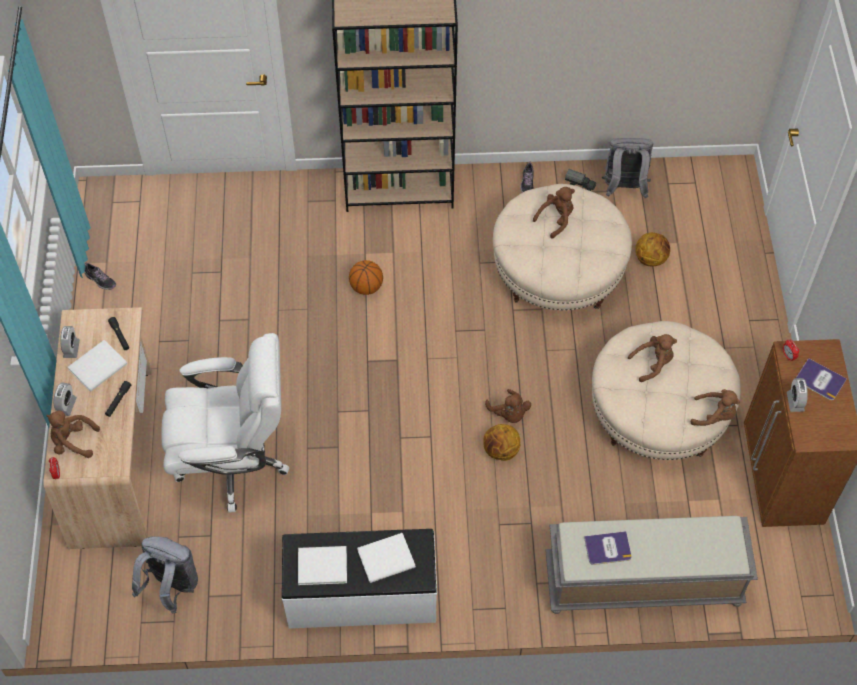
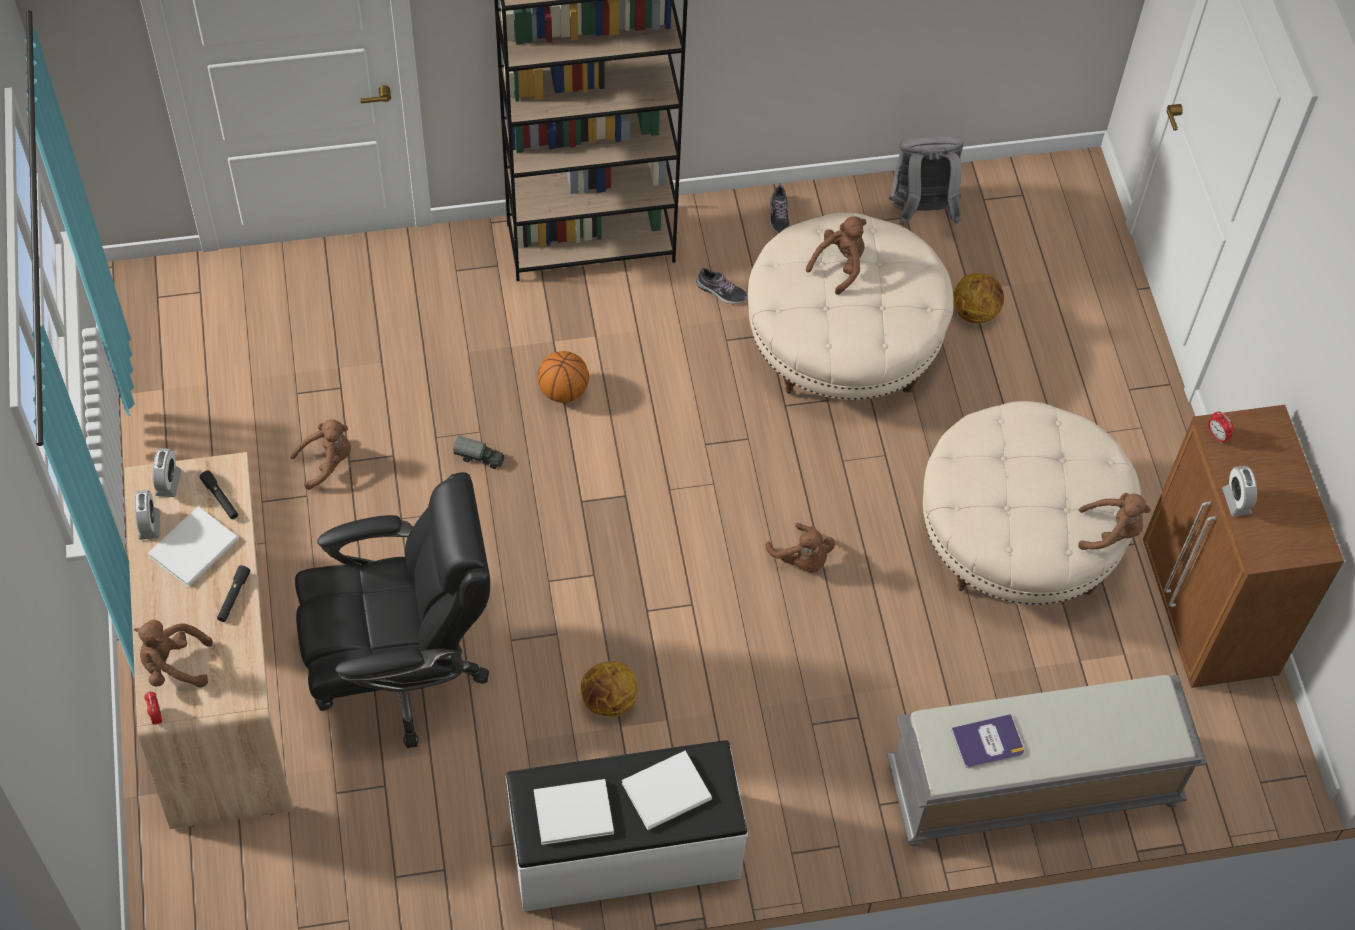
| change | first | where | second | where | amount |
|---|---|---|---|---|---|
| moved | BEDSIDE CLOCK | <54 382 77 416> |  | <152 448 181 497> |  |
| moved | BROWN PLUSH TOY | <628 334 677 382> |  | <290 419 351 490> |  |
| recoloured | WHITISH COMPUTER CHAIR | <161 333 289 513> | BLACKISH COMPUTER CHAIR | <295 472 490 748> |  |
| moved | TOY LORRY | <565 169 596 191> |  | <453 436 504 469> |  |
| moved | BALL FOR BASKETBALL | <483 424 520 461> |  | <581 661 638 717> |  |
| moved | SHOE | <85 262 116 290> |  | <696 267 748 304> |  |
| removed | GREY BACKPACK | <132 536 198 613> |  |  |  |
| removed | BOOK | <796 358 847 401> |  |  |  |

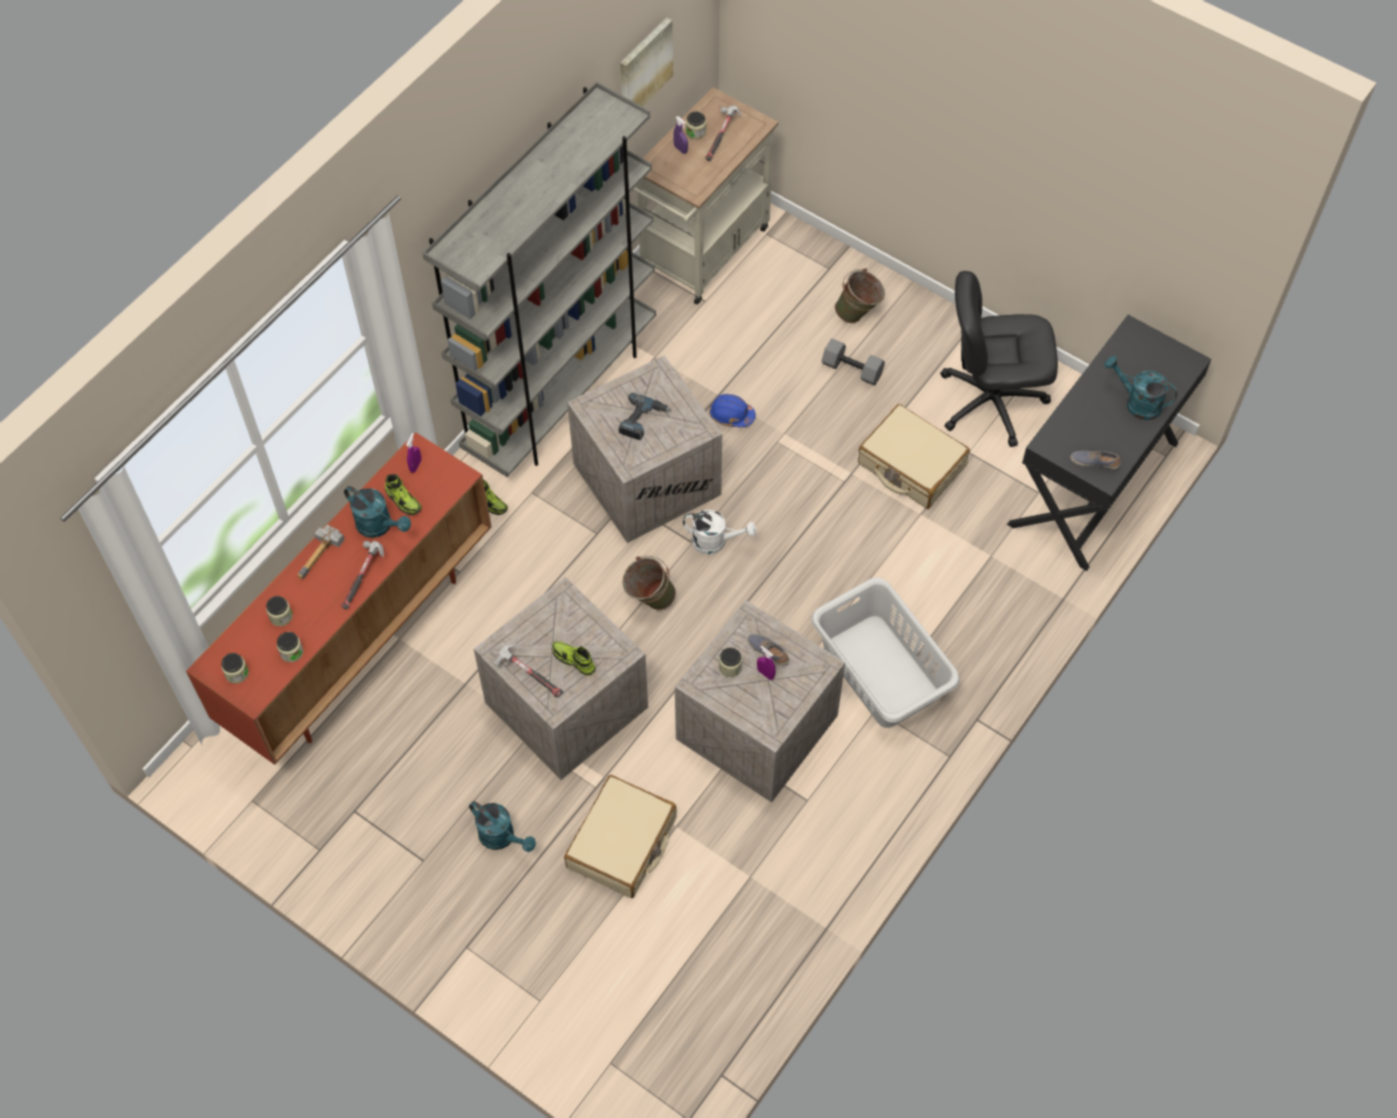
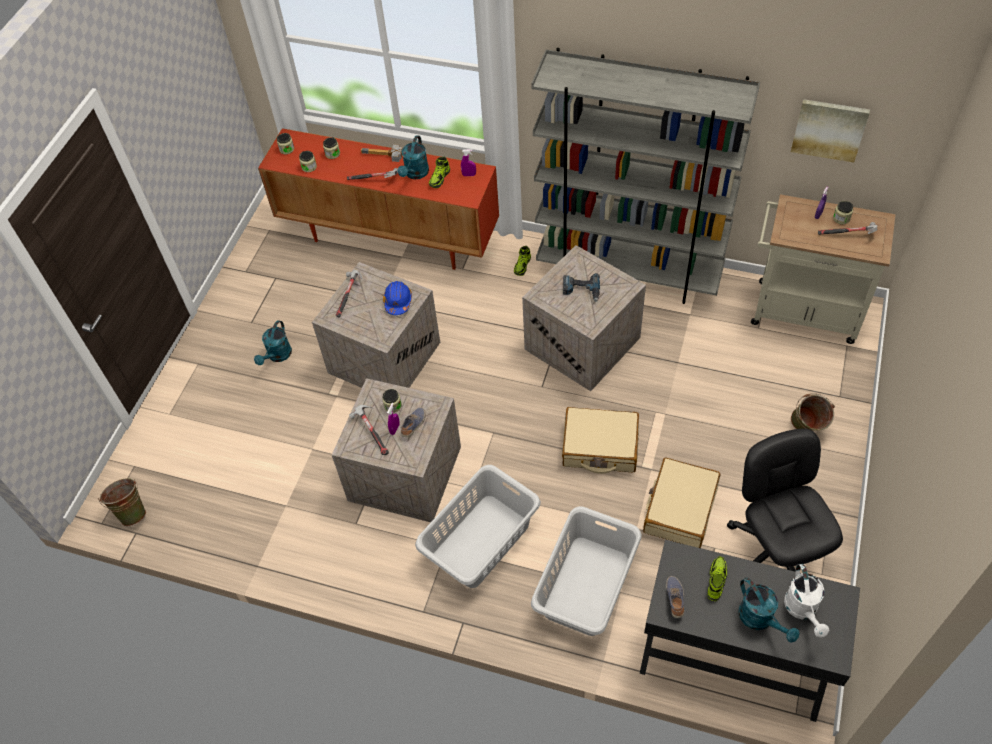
| change | first | where | second | where | amount |
|---|---|---|---|---|---|
| moved | GREEN WATER BUCKET | <622 556 676 610> |  | <98 478 146 526> |  |
| added |  |  | HAMMER | <349 405 389 455> |  |
| moved | BLUE-COLOURED WORK HELMET | <709 394 755 427> |  | <383 281 412 315> |  |
| added |  |  | GREY LAUNDRY BASKET | <531 506 642 636> |  |
| moved | SAND-COLOURED SUITCASE | <564 775 677 898> |  | <562 407 639 474> |  |
| moved | SHOE | <552 641 596 676> |  | <707 556 727 601> |  |
| turned | TURQUOISE WATERING CAN | <1104 356 1178 420> |  | <739 578 799 642> | 135 degrees clockwise |
| moved | WHITISH WATERING CAN | <683 510 756 555> |  | <784 564 829 638> |  |
| removed | GREY HAND WEIGHT | <821 338 885 386> |  |  |  |

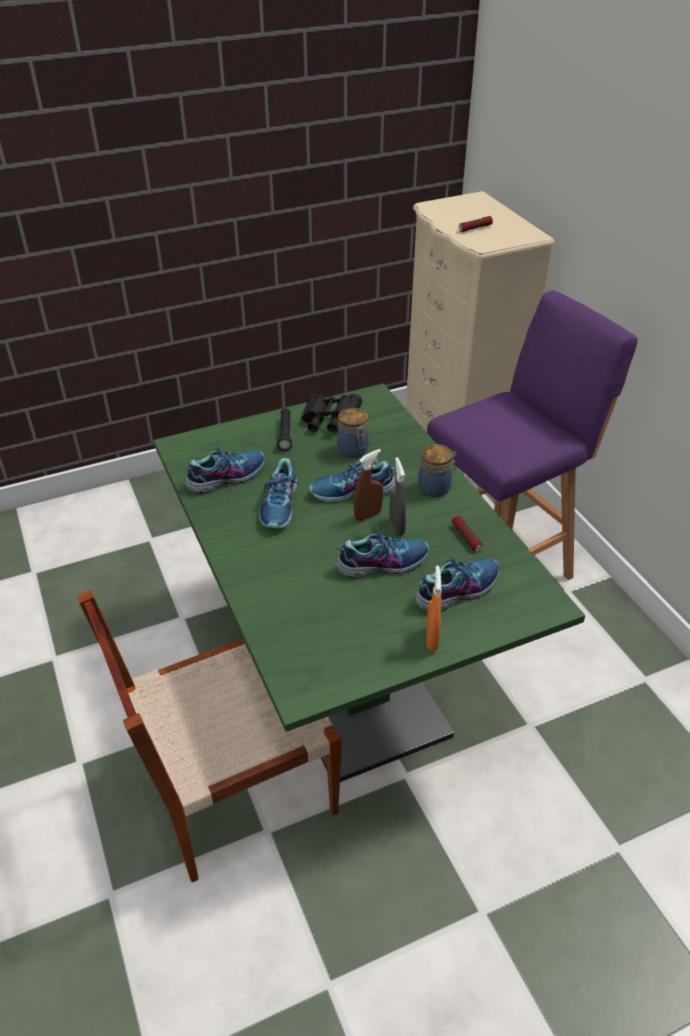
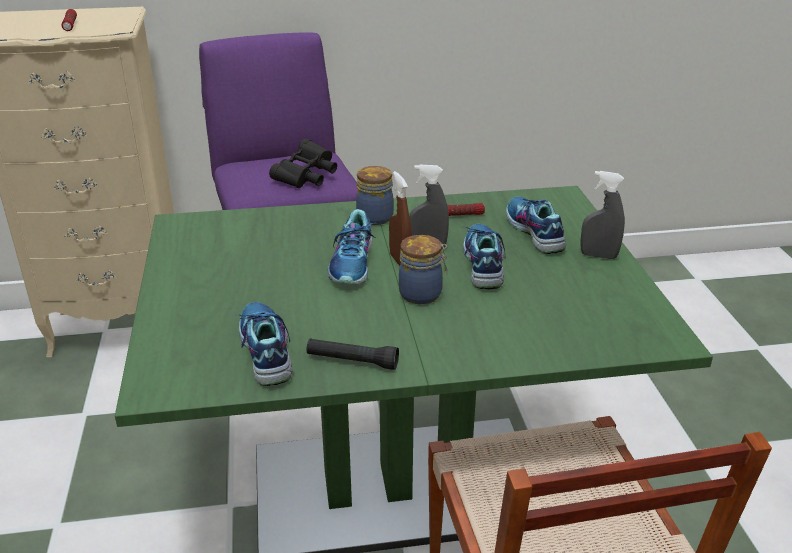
| change | first | where | second | where | amount |
|---|---|---|---|---|---|
| moved | BLACKISH FIELD GLASSES | <302 394 362 432> |  | <269 139 337 188> |  |
| moved | BLACKISH HAND TORCH | <277 408 292 451> |  | <307 338 399 370> |  |
| moved | PRESERVE JAR | <337 408 369 458> |  | <399 235 447 304> |  |
| recoloured | ORANGE-COLOURED HAND SPRAYER | <426 566 442 652> | GREY HAND SPRAYER | <580 171 625 259> |  |
| removed | SHOE | <259 458 299 529> |  |  |  |

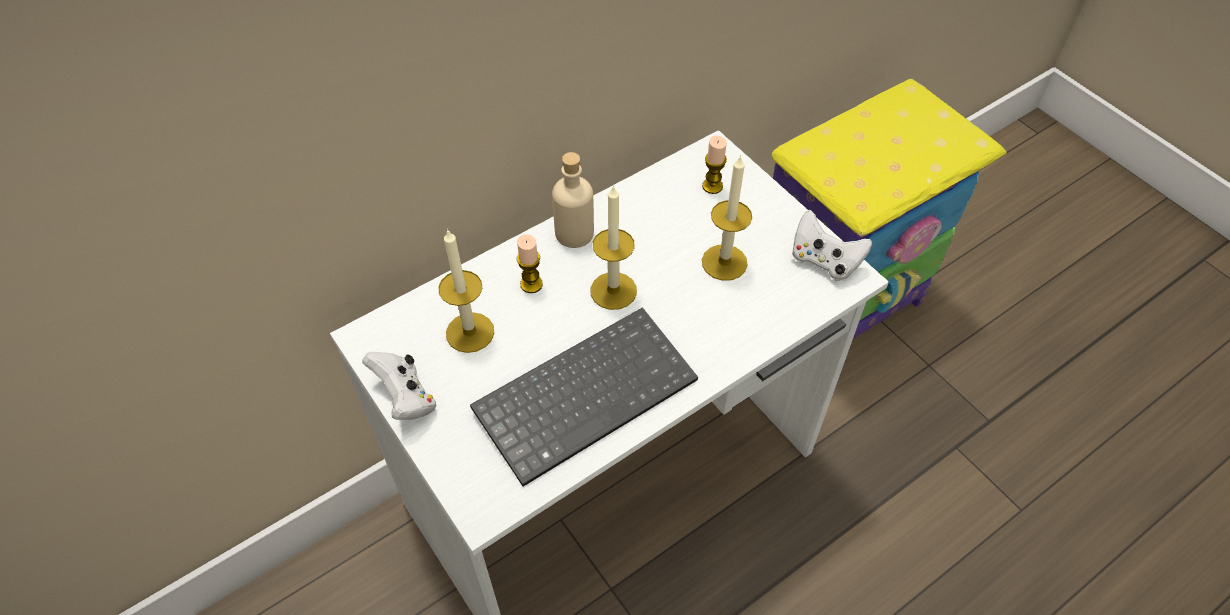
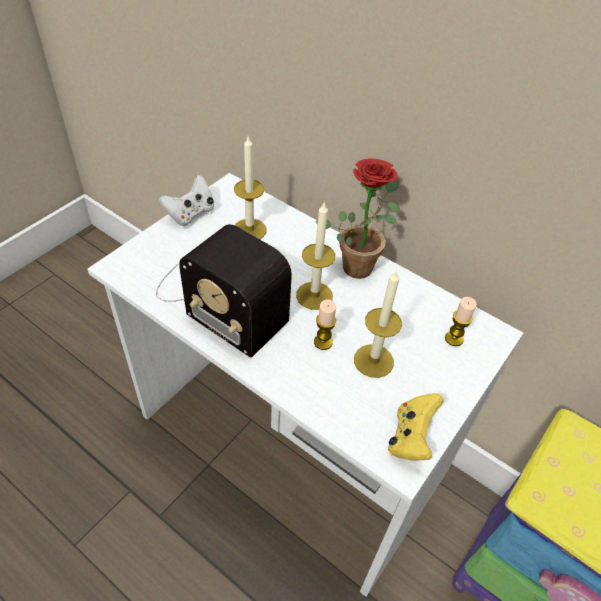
| change | first | where | second | where | amount |
|---|---|---|---|---|---|
| replaced | PC KEYBOARD | <470 307 698 487> | RADIO SET | <156 224 292 357> |  |
| moved | WAX LIGHT | <517 234 543 293> |  | <314 300 336 350> |  |
| replaced | SAND-COLOURED DRINK BOTTLE | <552 152 594 248> | HOUSEPLANT | <316 158 401 279> |  |
| recoloured | WHITISH GAMEPAD | <792 210 872 281> | YELLOW GAMEPAD | <388 393 444 461> |  |

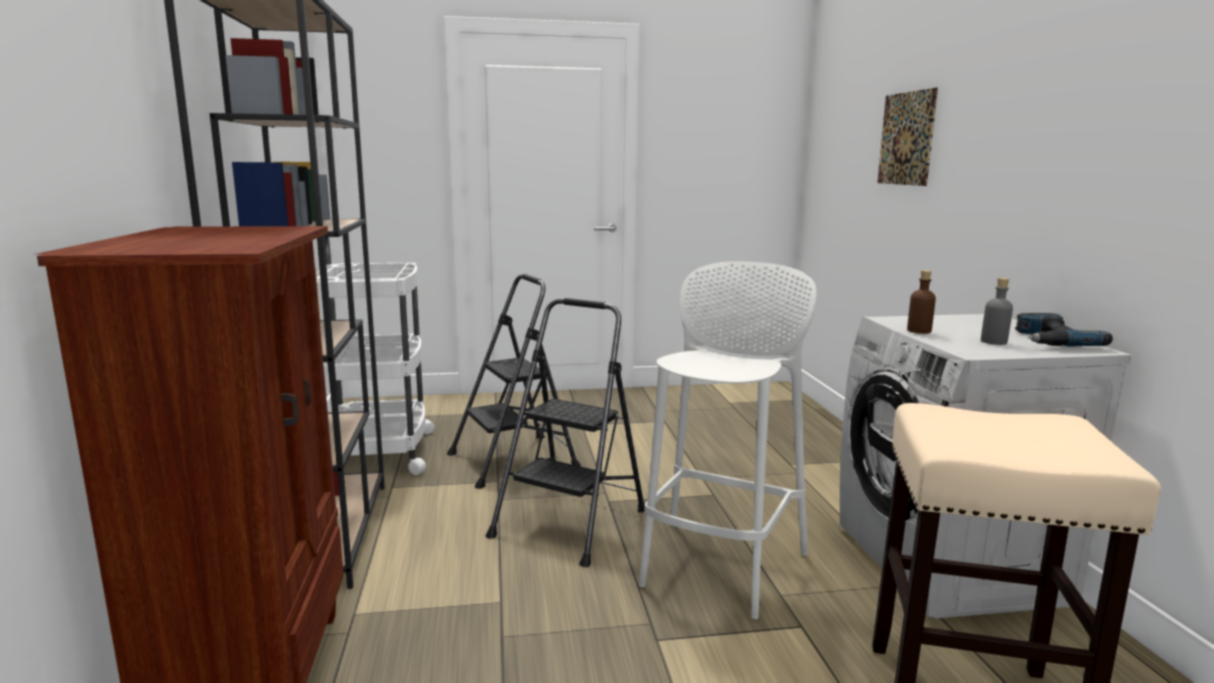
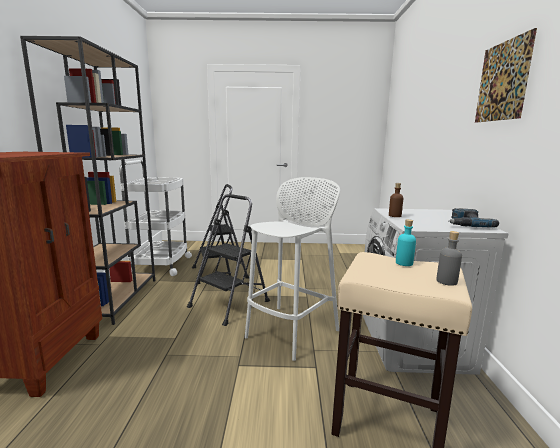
| change | first | where | second | where | amount |
|---|---|---|---|---|---|
| added |  |  | TURQUOISE DRINK BOTTLE | <396 219 416 266> |  |
| moved | GREY DRINK BOTTLE | <981 278 1013 345> |  | <436 231 462 286> |  |
| moved | PICTURE | <877 88 938 186> |  | <475 28 537 123> |  |

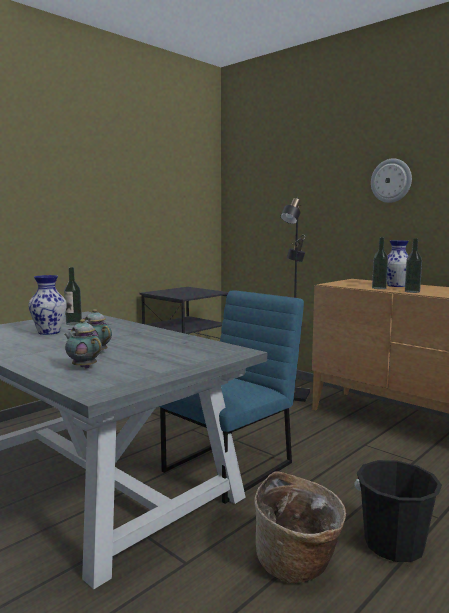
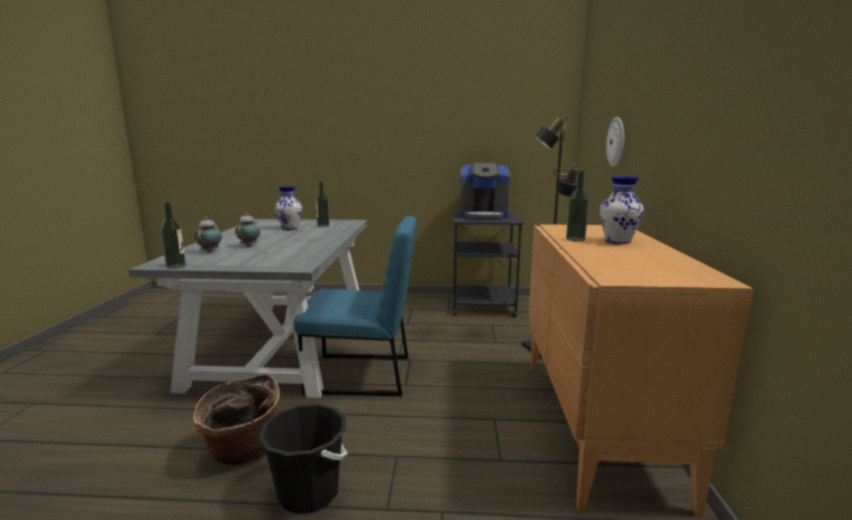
| change | first | where | second | where | amount |
|---|---|---|---|---|---|
| moved | DRINK BOTTLE | <405 238 422 293> |  | <161 202 186 269> |  |
| added |  |  | COFFEE MACHINE | <459 163 510 219> |  |
| moved | HANGING CLOCK | <371 158 412 203> |  | <606 117 624 167> |  |

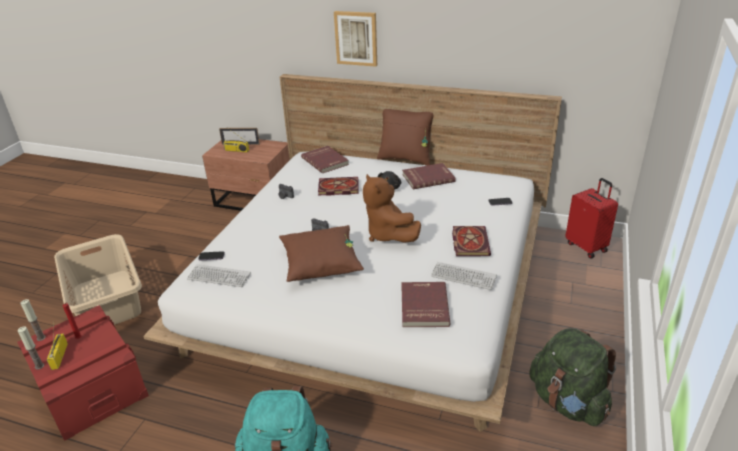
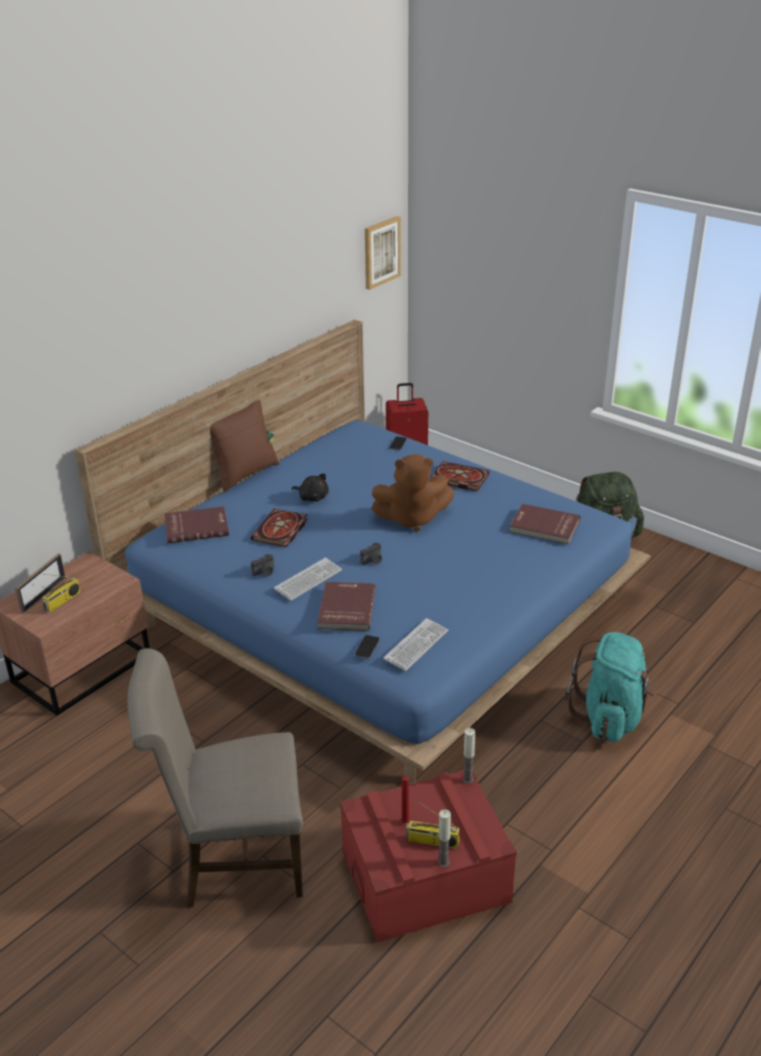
| change | first | where | second | where | amount |
|---|---|---|---|---|---|
| recoloured | WHITISH BEDROOM BED | <143 74 562 432> | BLUE-COLOURED BEDROOM BED | <75 320 651 784> |  |
| replaced | SAND-COLOURED LAUNDRY BASKET | <54 234 142 325> | SAND-COLOURED CHAIR | <127 648 303 909> |  |
| moved | PC KEYBOARD | <431 262 497 290> |  | <274 558 342 601> |  |
| moved | RED-COLOURED BOOK | <402 163 456 189> |  | <317 582 376 631> |  |
| moved | PICTURE | <334 11 377 67> |  | <365 216 401 290> |  |
| moved | WAX LIGHT | <20 299 46 341> |  | <462 728 475 784> |  |
| removed | BROWN PILLOW | <279 225 364 282> |  |  |  |

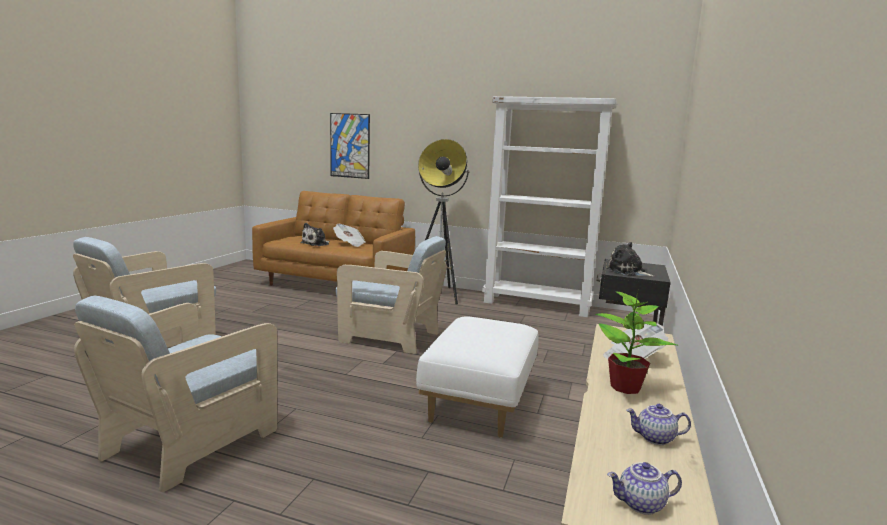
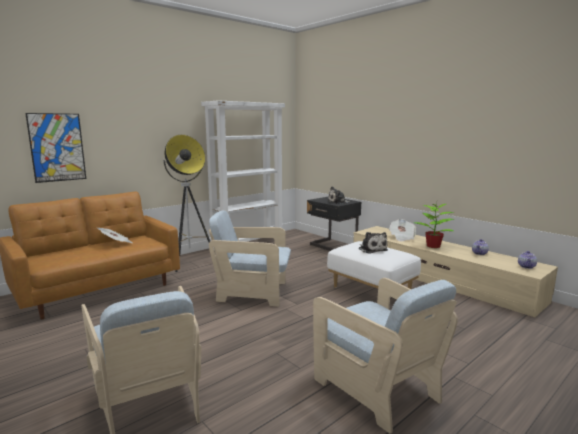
| change | first | where | second | where | amount |
|---|---|---|---|---|---|
| turned | SAND-COLOURED EASY CHAIR | <335 236 447 354> |  | <209 210 291 307> | 135 degrees counterclockwise |
| moved | PLUSH TOY | <300 223 330 246> |  | <359 232 388 254> |  |

